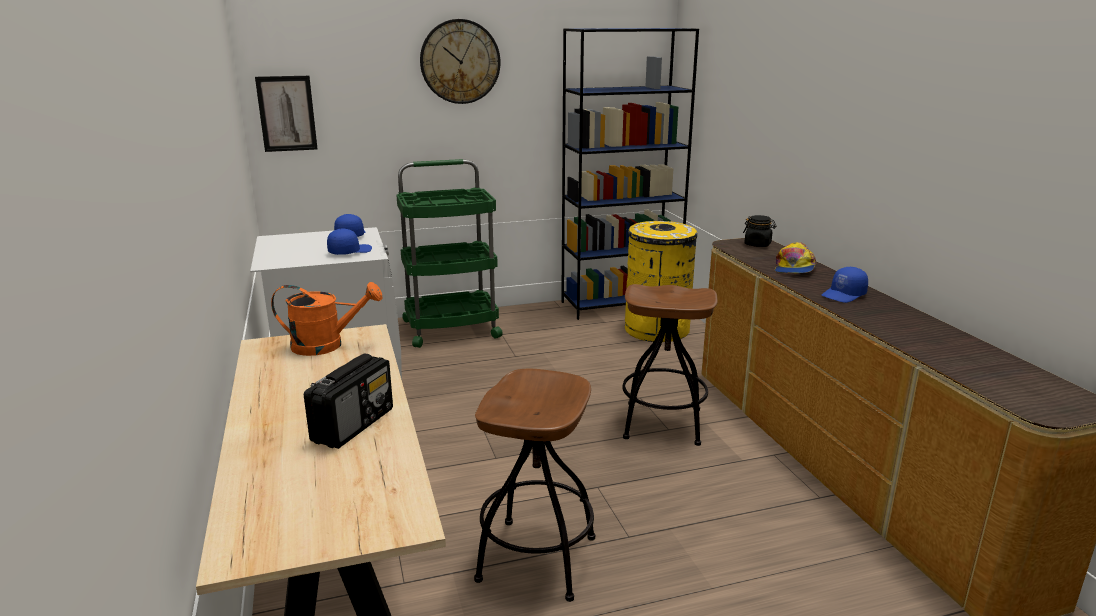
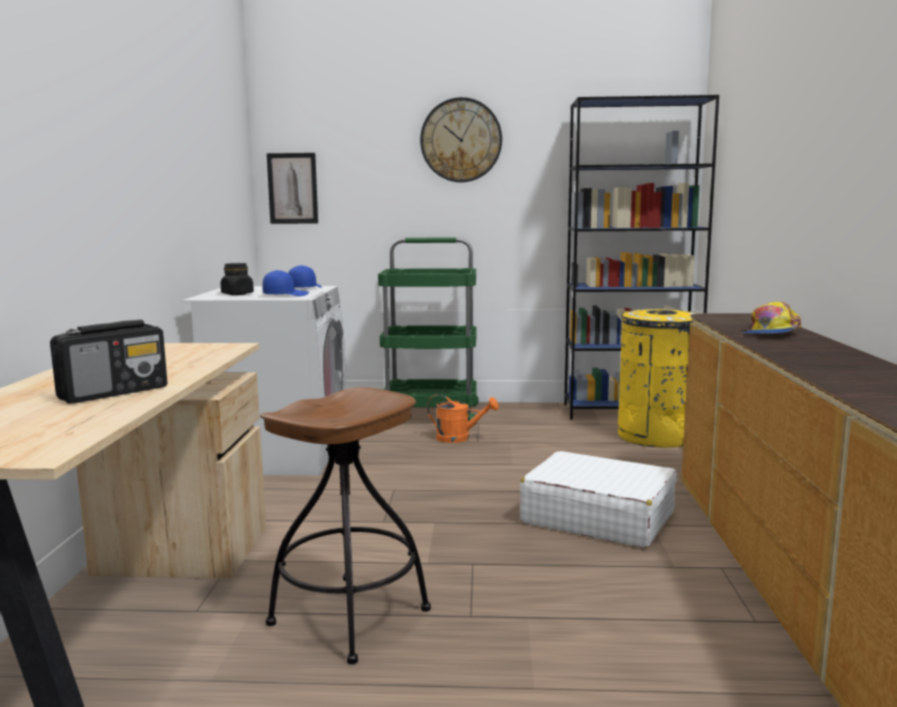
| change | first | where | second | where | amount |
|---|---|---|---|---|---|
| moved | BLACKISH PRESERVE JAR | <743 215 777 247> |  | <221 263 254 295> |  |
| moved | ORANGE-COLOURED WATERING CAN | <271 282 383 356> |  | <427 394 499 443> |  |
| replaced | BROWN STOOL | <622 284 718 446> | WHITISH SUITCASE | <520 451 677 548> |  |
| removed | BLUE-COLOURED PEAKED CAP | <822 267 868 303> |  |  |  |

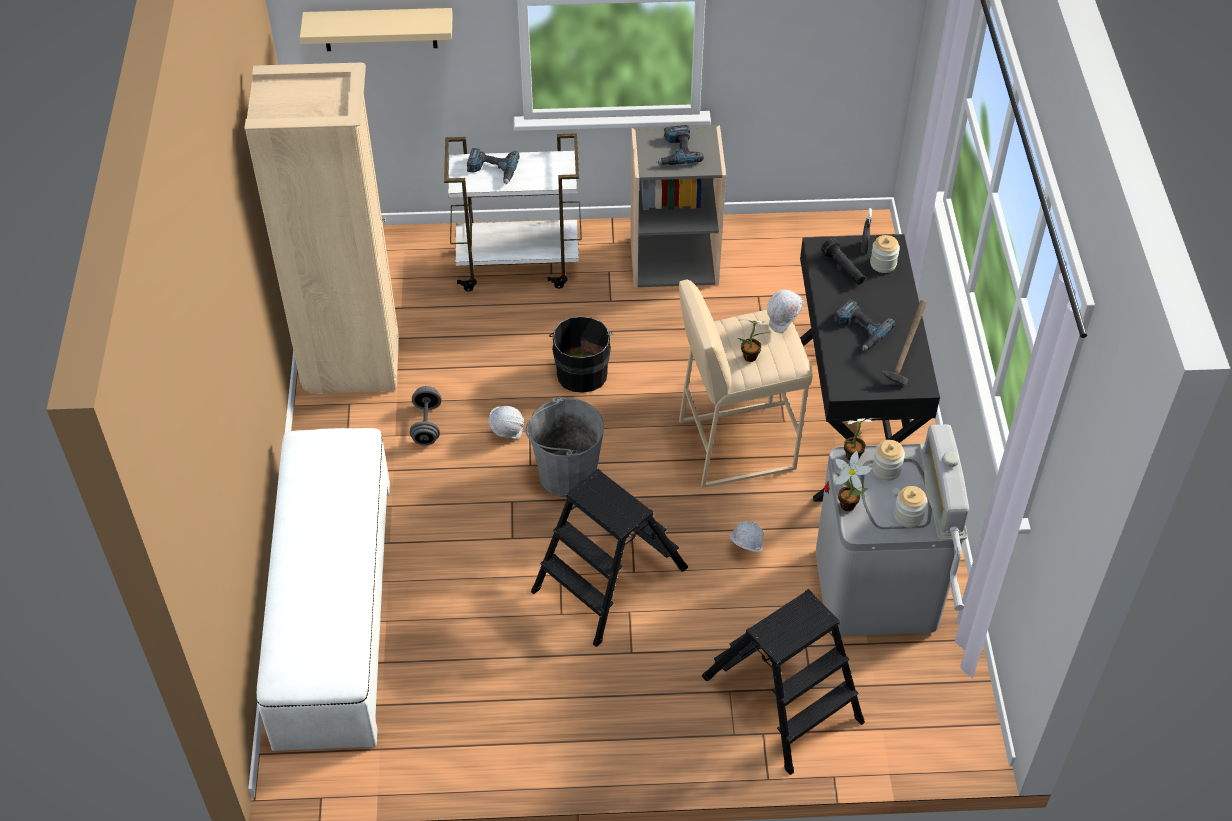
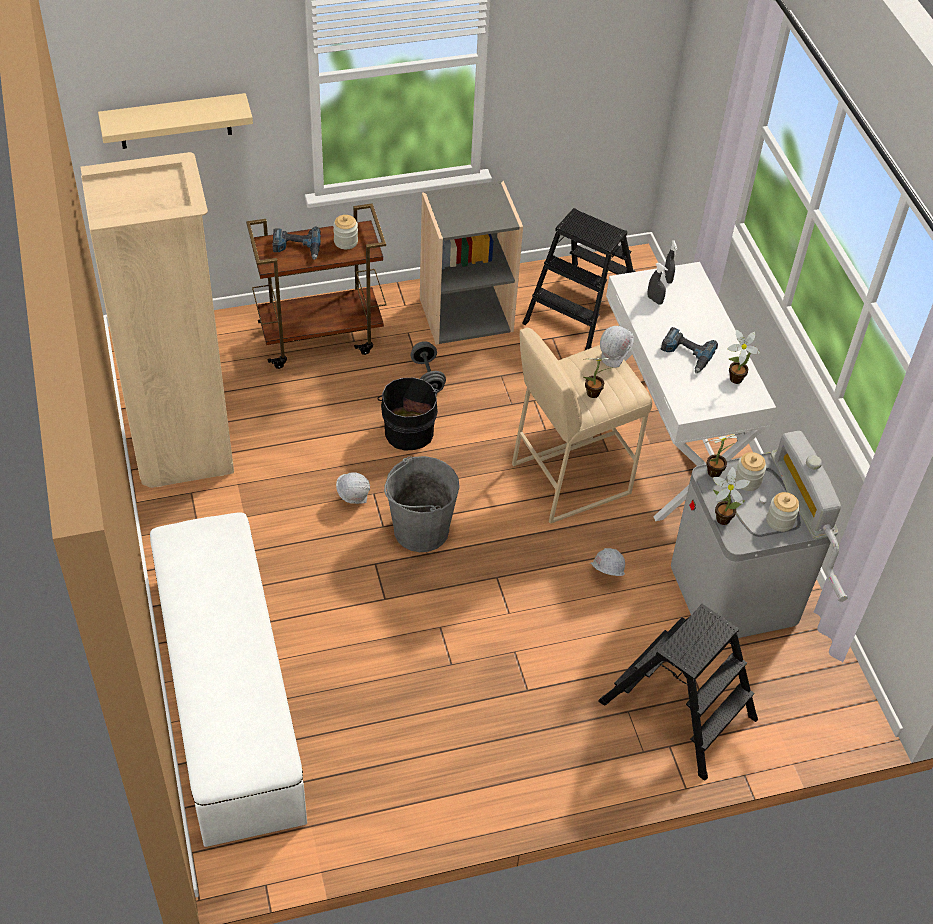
| change | first | where | second | where | amount |
|---|---|---|---|---|---|
| recoloured | WHITISH TROLLEY | <444 133 582 292> | BROWN TROLLEY | <246 203 387 369> |  |
| moved | PRESERVE JAR | <870 235 900 273> |  | <333 215 358 249> |  |
| moved | GREY HAND WEIGHT | <410 386 441 446> |  | <411 341 446 393> |  |
| moved | BLACKISH STEP LADDER | <531 469 688 647> |  | <522 208 635 350> |  |
| recoloured | BLACKISH DESK UNIT | <800 234 940 502> | WHITISH DESK UNIT | <606 262 776 521> |  |
| replaced | BLACKISH HAND TORCH | <821 238 865 285> | GREY HAND SPRAYER | <647 263 668 305> |  |
| replaced | HAMMER | <881 300 927 385> | HOUSEPLANT | <727 330 760 384> |  |
| removed | POWER DRILL | <656 125 704 165> |  |  |  |

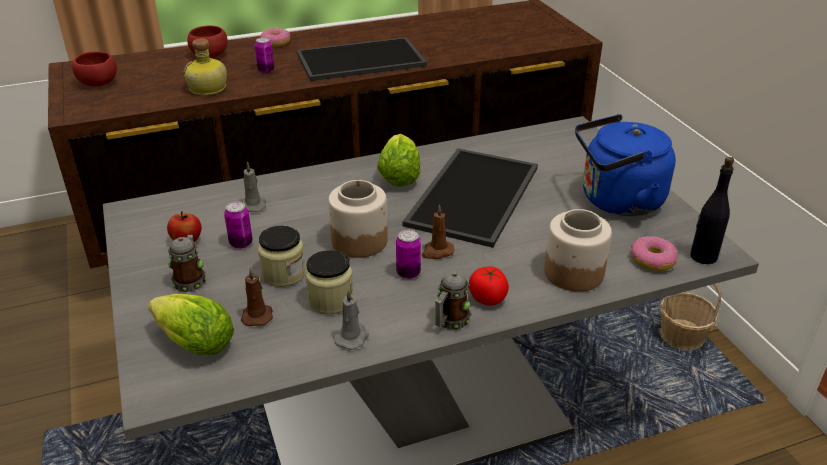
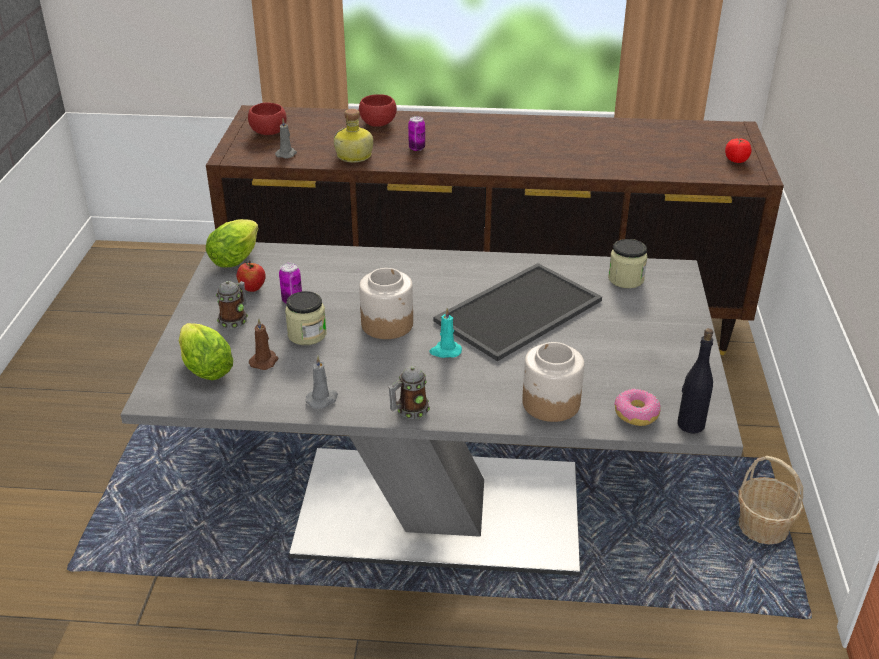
| change | first | where | second | where | amount |
|---|---|---|---|---|---|
| moved | HEAD OF LETTUCE | <377 134 421 187> |  | <206 219 258 267> |  |
| moved | GREY WAX LIGHT | <242 161 266 212> |  | <275 119 297 159> |  |
| recoloured | BROWN WAX LIGHT | <421 205 454 259> | TURQUOISE WAX LIGHT | <429 308 462 358> |  |
| moved | PRESERVE JAR | <305 250 354 314> |  | <608 239 648 288> |  |
| moved | FRESH TOMATO | <469 267 509 305> |  | <725 138 751 163> |  |
| removed | RING DOUGHNUT | <260 28 291 47> |  |  |  |
| removed | SERVING TRAY | <296 37 427 81> |  |  |  |
| removed | METAL CAN | <396 230 421 279> |  |  |  |
| removed | BLUE-COLOURED TEA KETTLE | <575 114 676 216> |  |  |  |

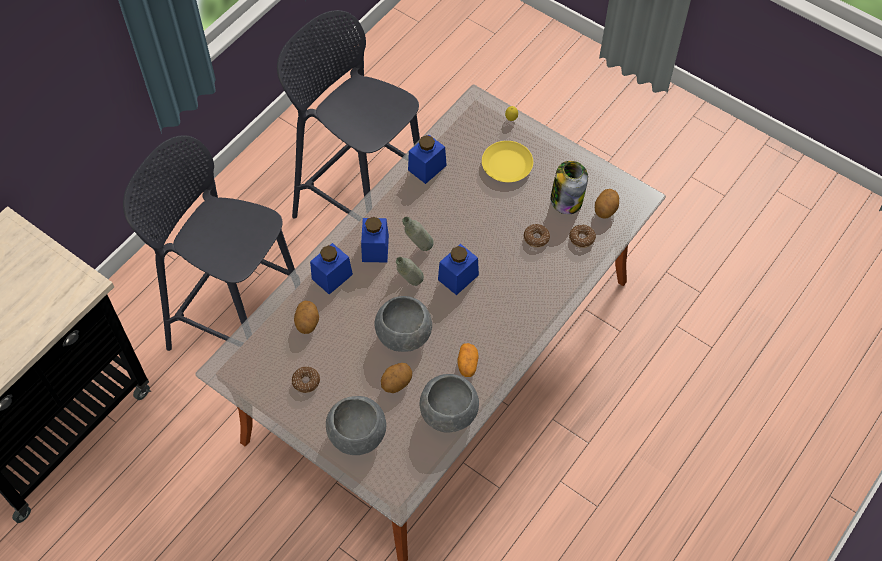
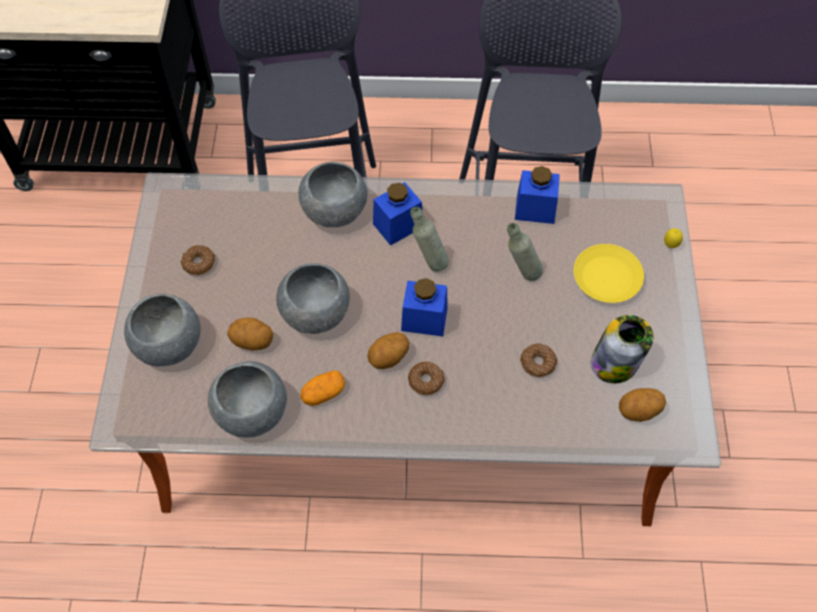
| change | first | where | second | where | amount |
|---|---|---|---|---|---|
| replaced | BLUE-COLOURED PRESERVE JAR | <310 243 353 295> | GREY DEEP DISH | <298 162 367 227> |  |
| moved | SPUD | <294 301 319 334> |  | <367 332 409 369> |  |
| moved | RING DOUGHNUT | <569 224 596 248> |  | <408 362 445 395> |  |
| moved | GREY DRINK BOTTLE | <396 257 424 286> |  | <507 223 543 281> |  |

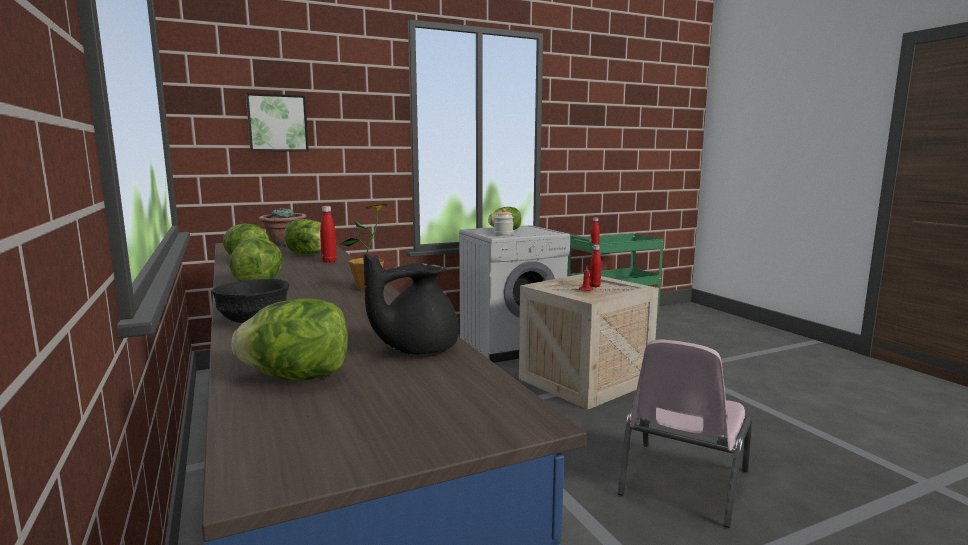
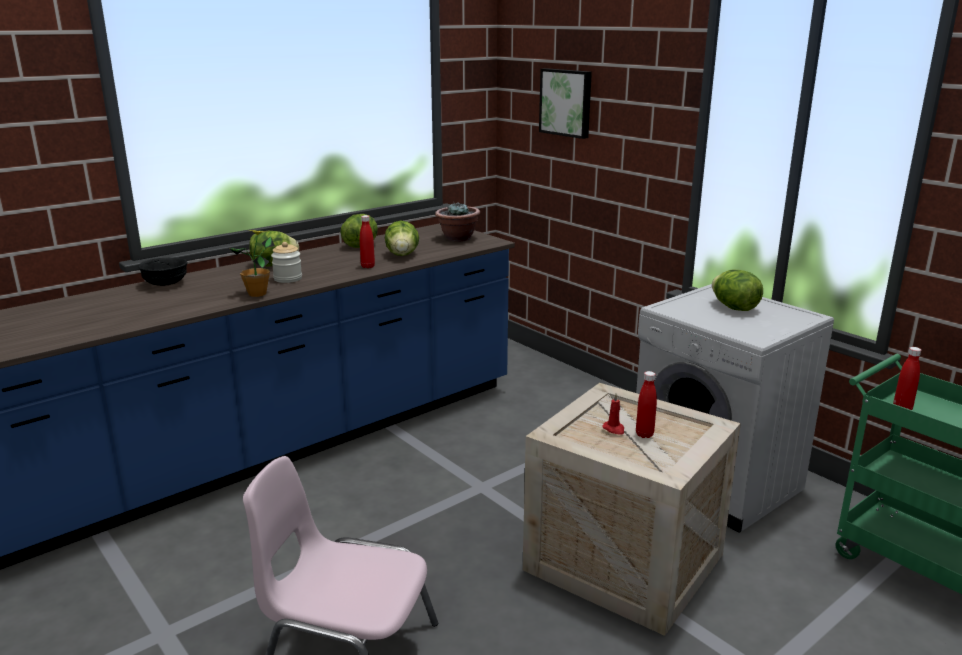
| change | first | where | second | where | amount |
|---|---|---|---|---|---|
| moved | PRESERVE JAR | <494 208 513 236> |  | <271 242 302 283> |  |
| removed | HEAD OF LETTUCE | <232 298 348 381> |  |  |  |
| removed | BLACKISH POT FOR TEA | <363 254 459 355> |  |  |  |

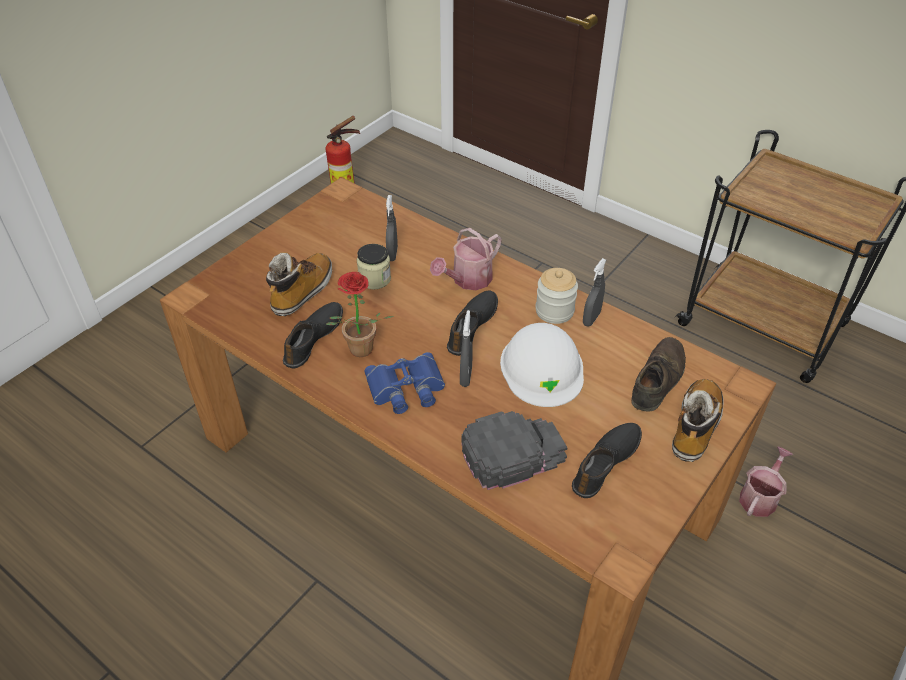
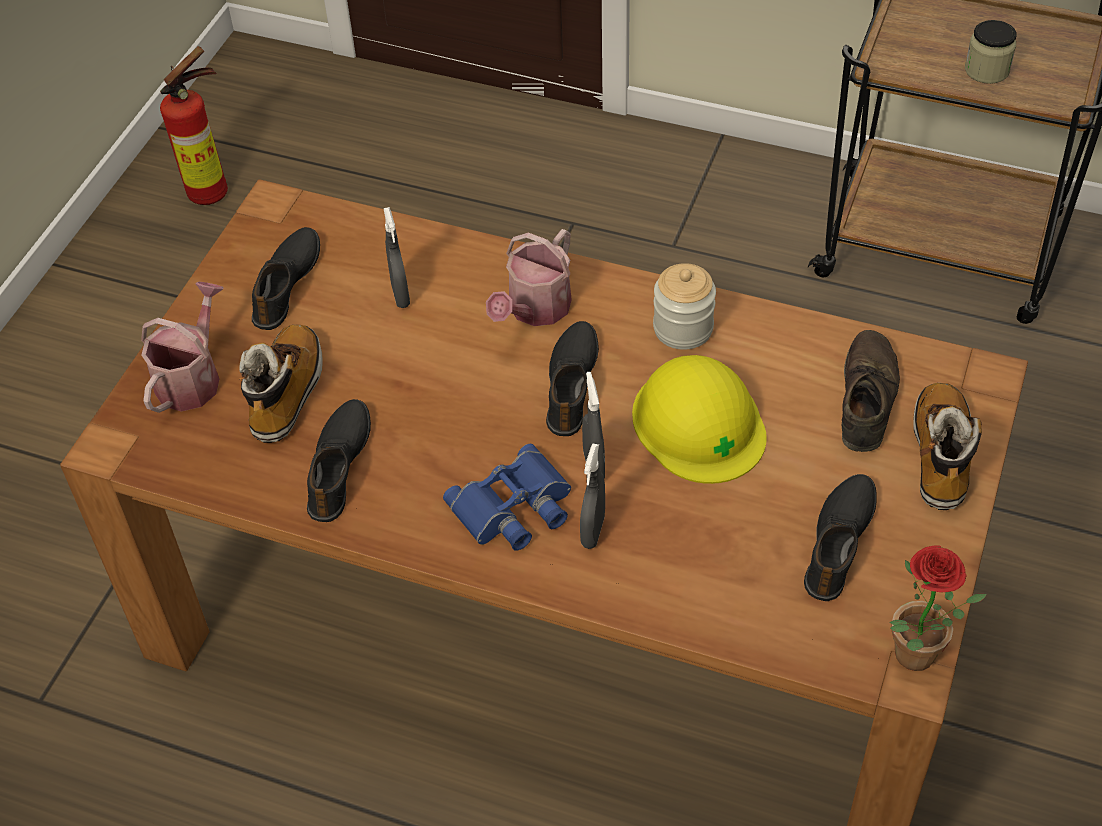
| change | first | where | second | where | amount |
|---|---|---|---|---|---|
| moved | WATERING CAN | <739 446 793 517> |  | <141 282 224 413> |  |
| added |  |  | BLACKISH SHOE | <252 227 320 330> |  |
| moved | GREY HAND SPRAYER | <583 258 606 327> |  | <580 443 605 549> |  |
| recoloured | WHITISH WORK HELMET | <500 323 584 407> | YELLOW WORK HELMET | <632 355 767 484> |  |
| moved | HOUSEPLANT | <326 272 394 357> |  | <889 545 987 671> |  |
| moved | PRESERVE JAR | <356 244 391 289> |  | <965 20 1016 84> |  |
| removed | BLACKISH PEAKED CAP | <462 411 568 490> |  |  |  |

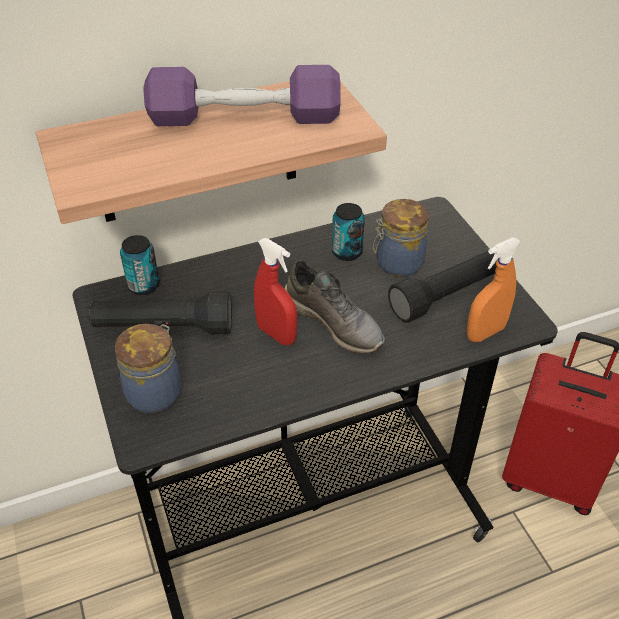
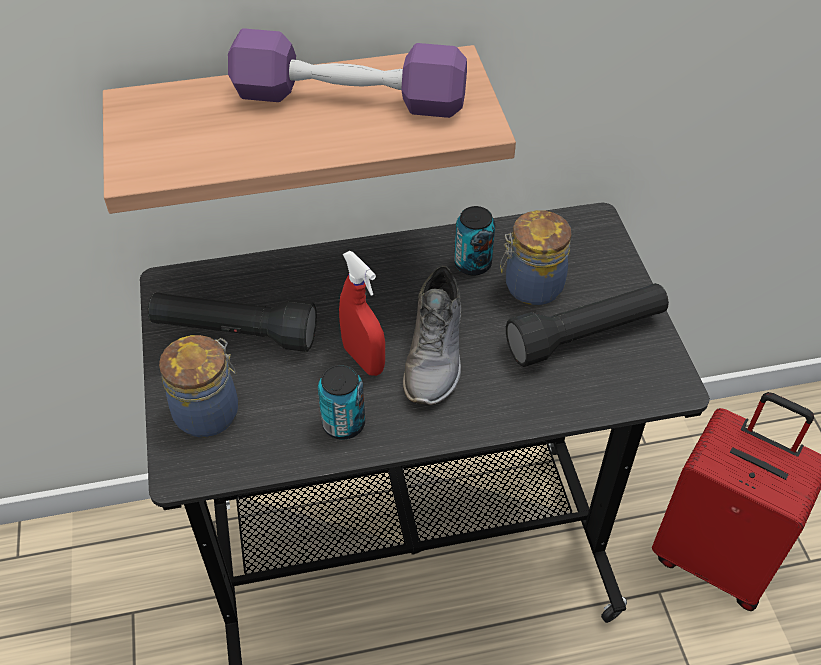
| change | first | where | second | where | amount |
|---|---|---|---|---|---|
| moved | METAL CAN | <120 235 160 295> |  | <318 365 365 439> |  |
| turned | GREY SHOE | <284 260 385 353> |  | <403 266 461 405> | 45 degrees clockwise |
| removed | ORANGE-COLOURED HAND SPRAYER | <467 237 521 342> |  |  |  |

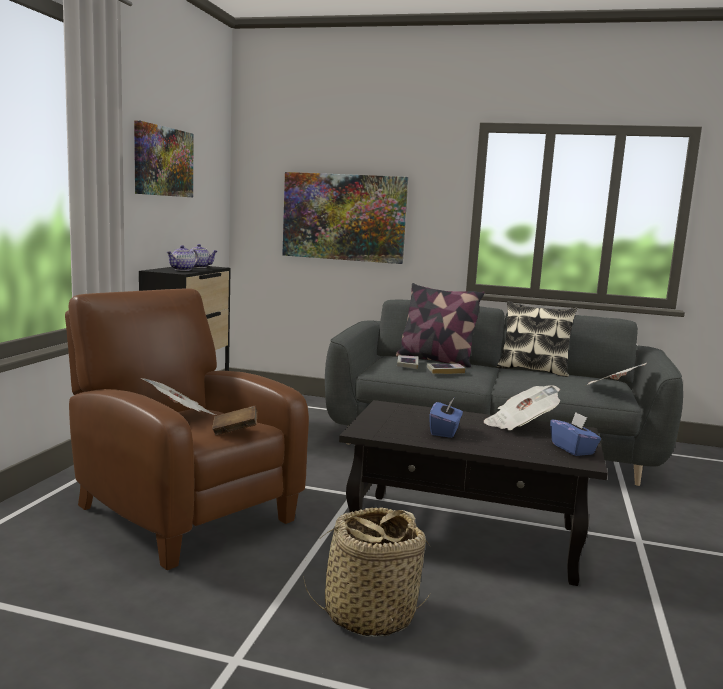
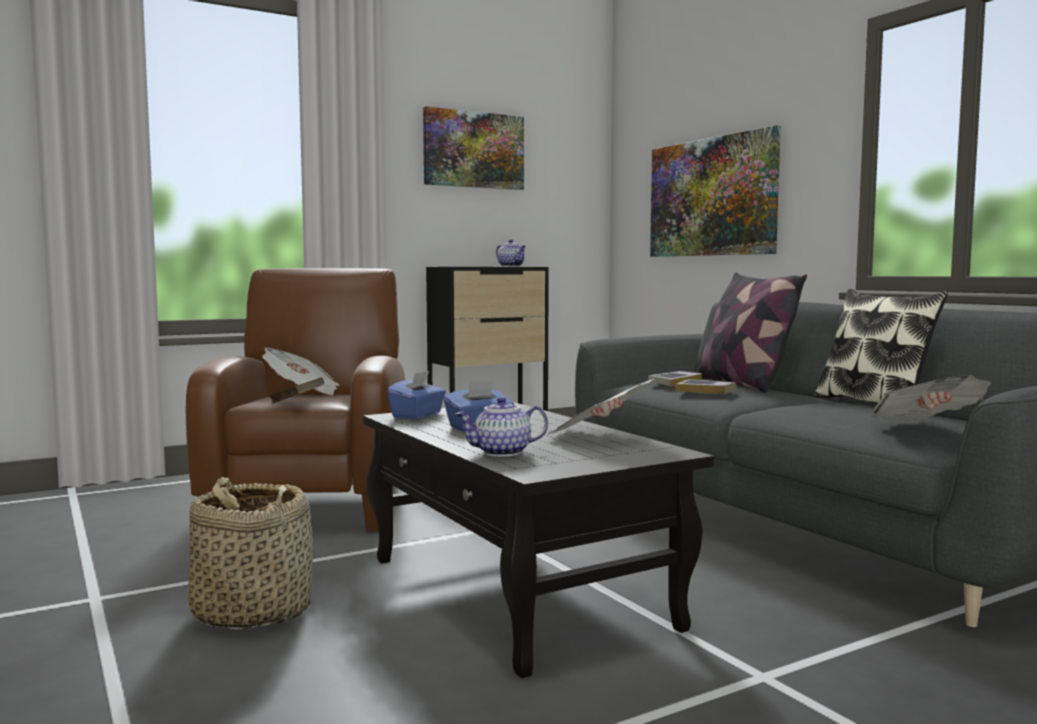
| change | first | where | second | where | amount |
|---|---|---|---|---|---|
| moved | BLUE-COLOURED TISSUE BOX | <550 412 601 456> |  | <387 371 446 419> |  |
| moved | POT FOR TEA | <166 245 198 271> |  | <456 397 548 457> |  |

